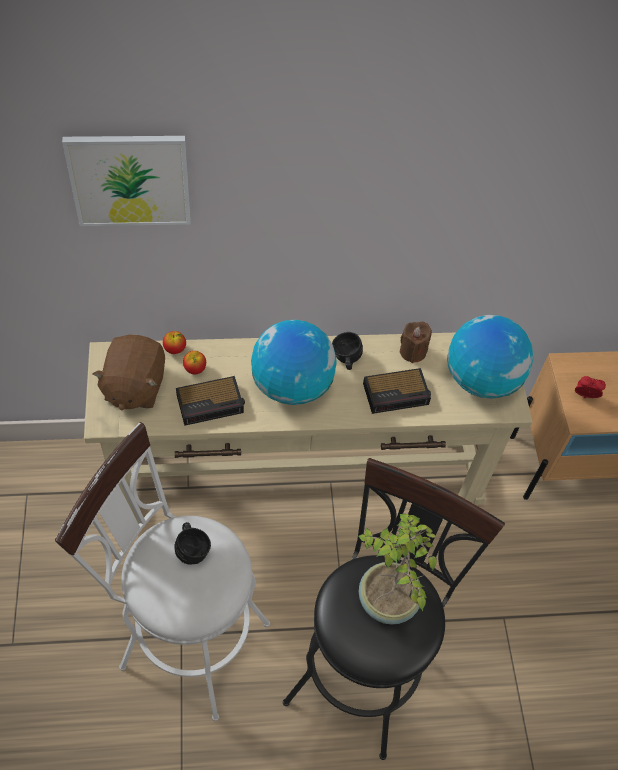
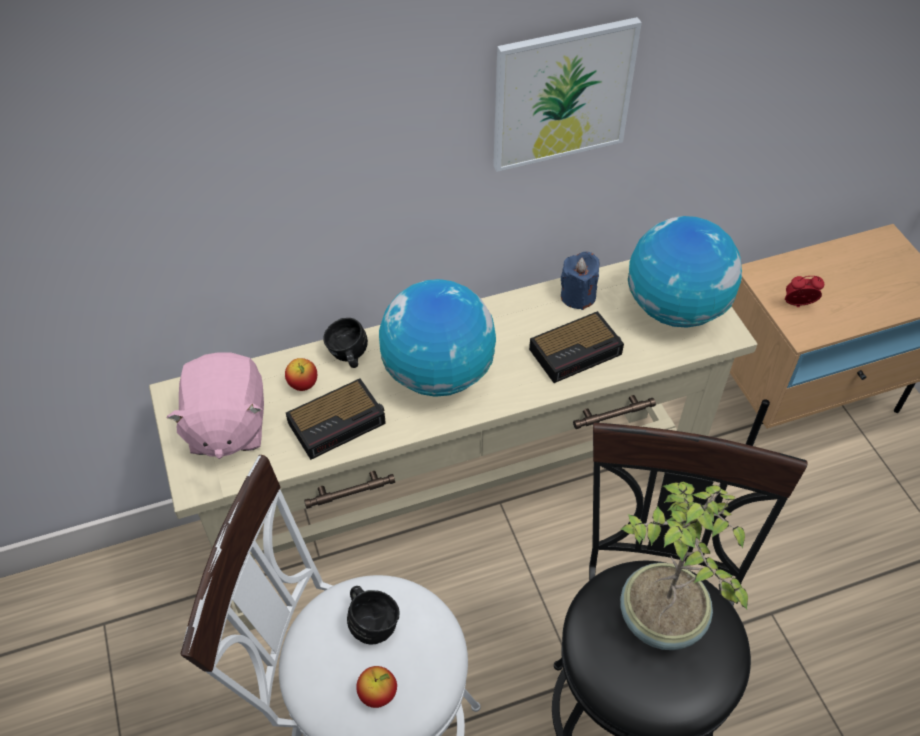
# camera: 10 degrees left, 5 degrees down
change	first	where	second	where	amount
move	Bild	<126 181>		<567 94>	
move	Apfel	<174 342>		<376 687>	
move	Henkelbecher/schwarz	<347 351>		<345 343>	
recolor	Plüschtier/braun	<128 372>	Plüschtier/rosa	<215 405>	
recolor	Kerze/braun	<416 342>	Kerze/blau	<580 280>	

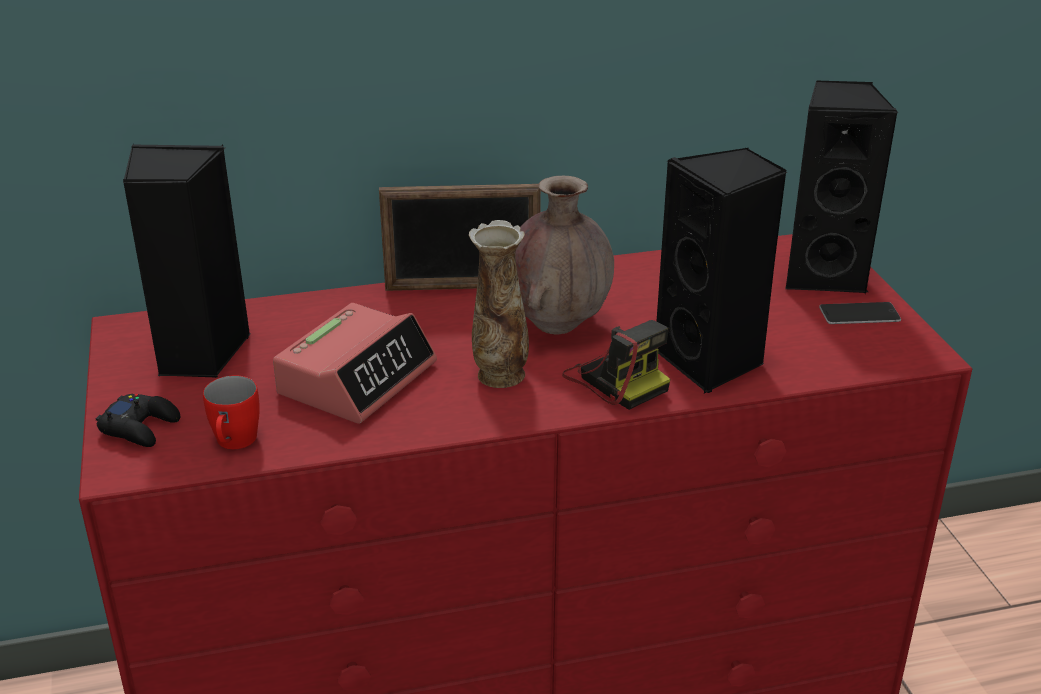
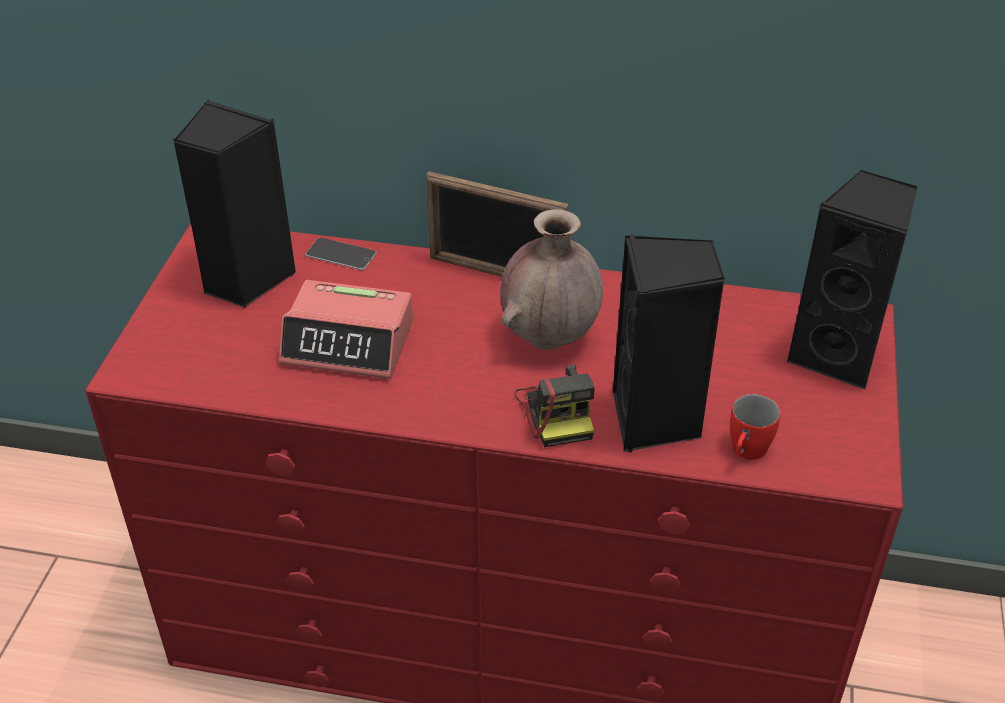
# camera: 25 degrees right, 10 degrees up
change	first	where	second	where	amount
delete	Gamepad/schwarz	<138 420>			
delete	Vase	<499 304>			
move	Henkelbecher/rot	<231 412>		<755 427>	
move	Handy	<860 313>		<340 254>	
rotate	Wecker	<355 363>		<346 329>	45 degrees clockwise

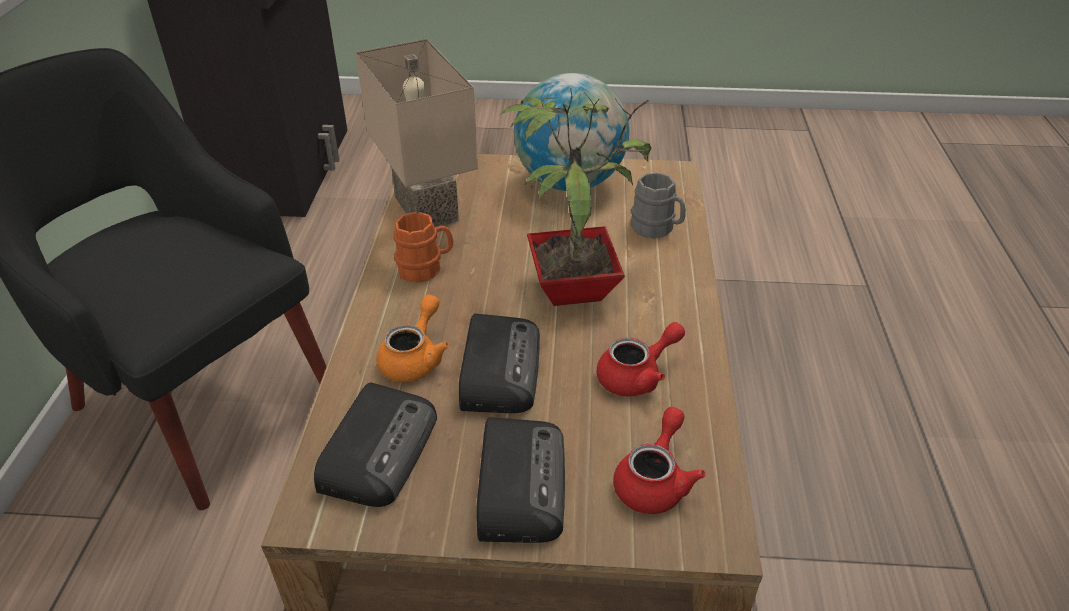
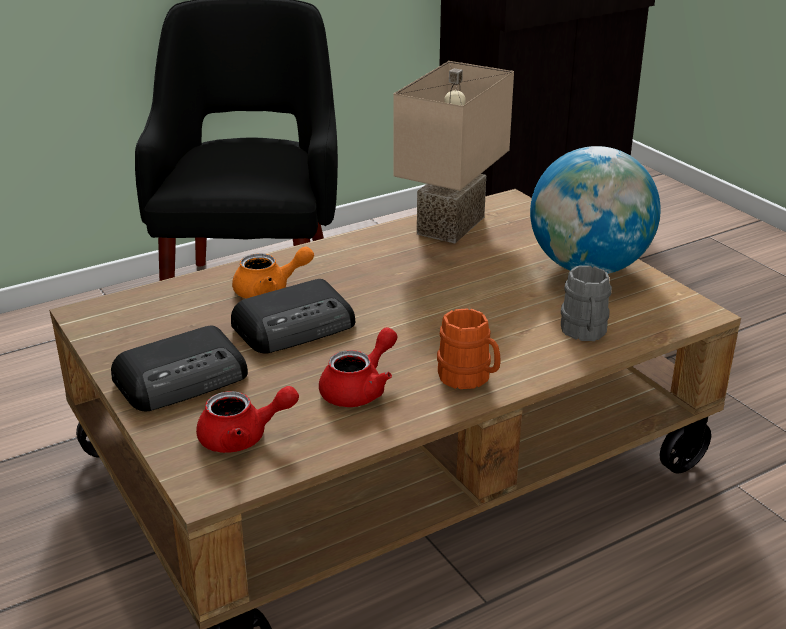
# camera: 55 degrees right, 10 degrees down
change	first	where	second	where	amount
delete	Radio	<375 444>			
delete	Topfpflanze	<575 197>			
move	Henkelbecher/orange	<423 247>		<469 348>	
rotate	Teekanne/rot	<641 359>		<358 367>	75 degrees counterclockwise

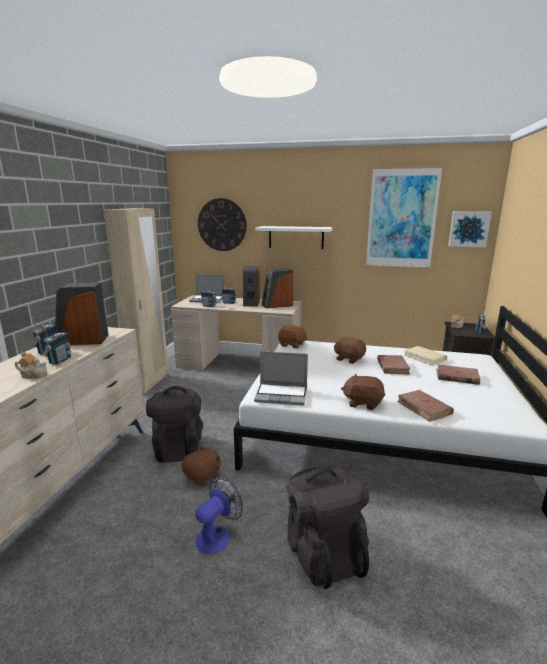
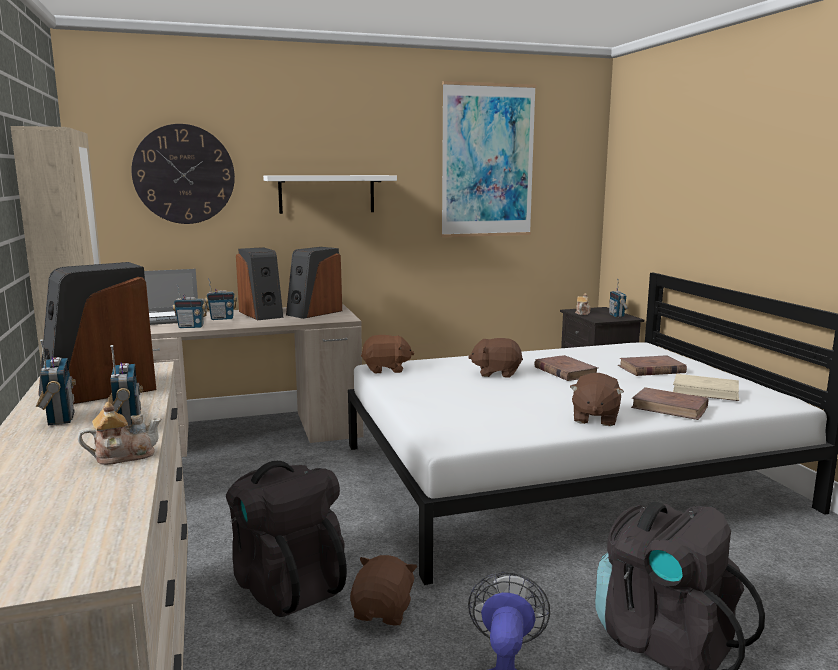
# camera: 30 degrees left, 5 degrees down
change	first	where	second	where	amount
delete	Laptop	<281 378>			
delete	Bild	<470 229>			
move	Buch/beige	<425 356>		<706 387>	
rotate	Plüschtier/braun	<363 392>		<597 399>	60 degrees counterclockwise

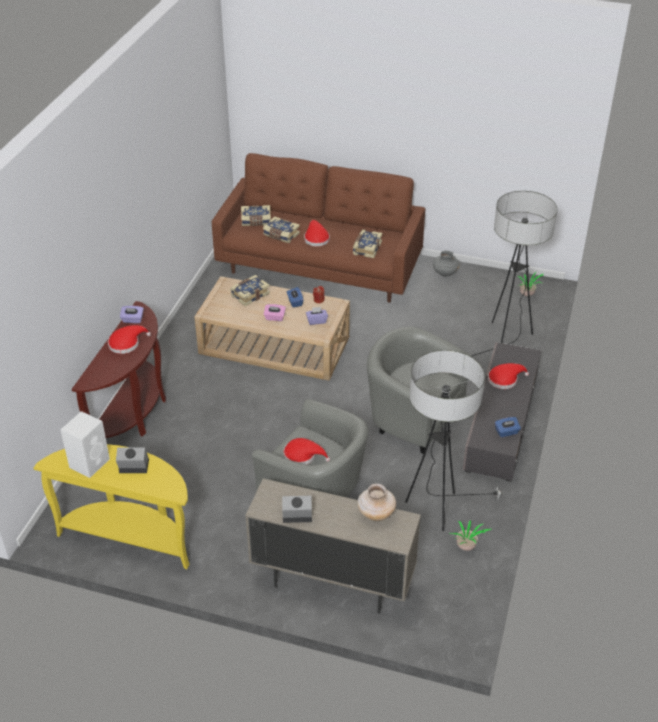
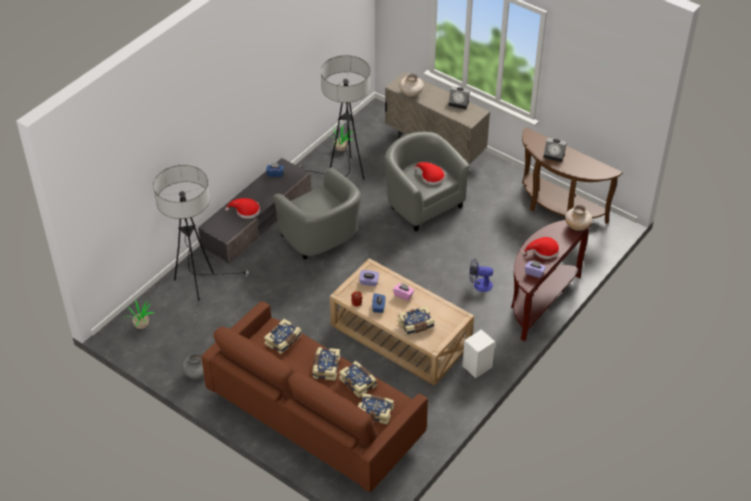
# camera: 160 degrees left, 5 degrees up
change	first	where	second	where	amount
insert			Ventilator	<481 275>	
insert			Vase/beige	<578 218>	
move	Lautsprecher/weiß	<85 444>		<478 353>	
replace	Hut/rot	<317 233>	Buch	<326 364>	
recolor	Konsolentisch/gelb	<112 506>	Konsolentisch/braun	<572 175>	

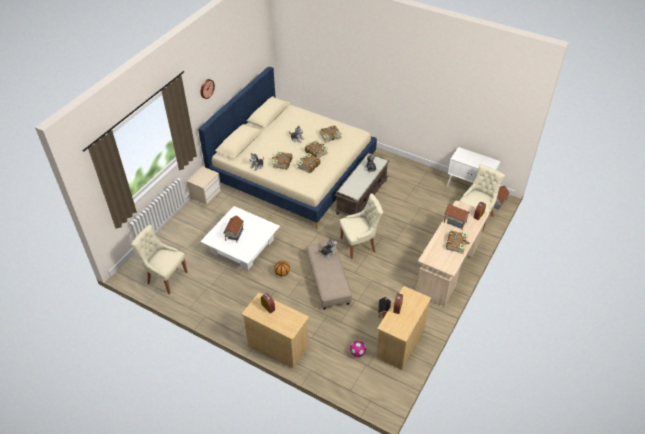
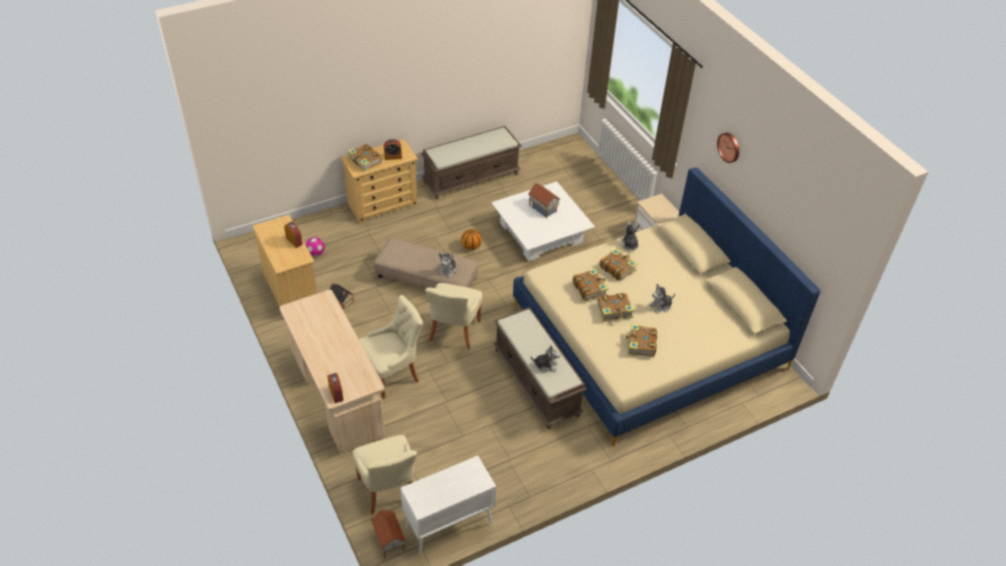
# camera: 120 degrees right, 0 degrees up
change	first	where	second	where	amount
delete	Spielzeughaus	<457 216>			
insert			Bank/braun	<471 162>	
move	Stuhl/beige	<159 259>		<391 347>	
move	Buch	<458 242>		<365 158>	

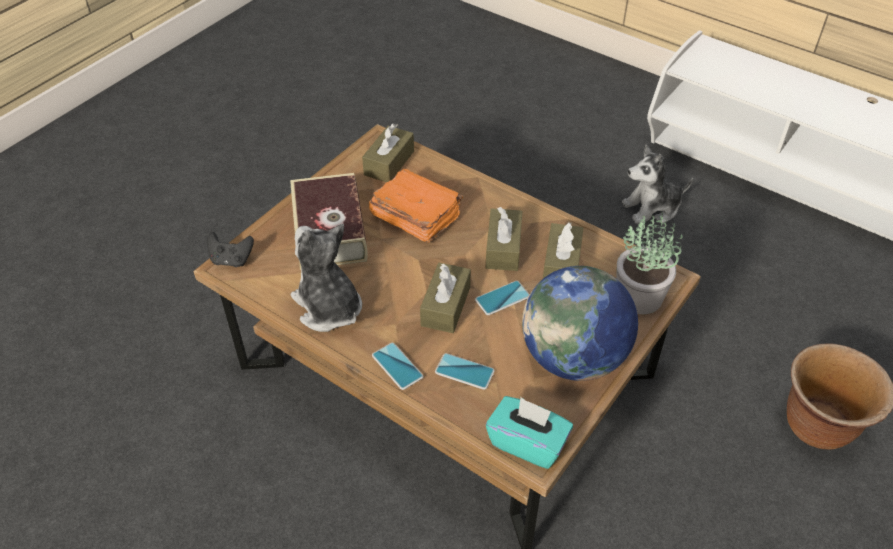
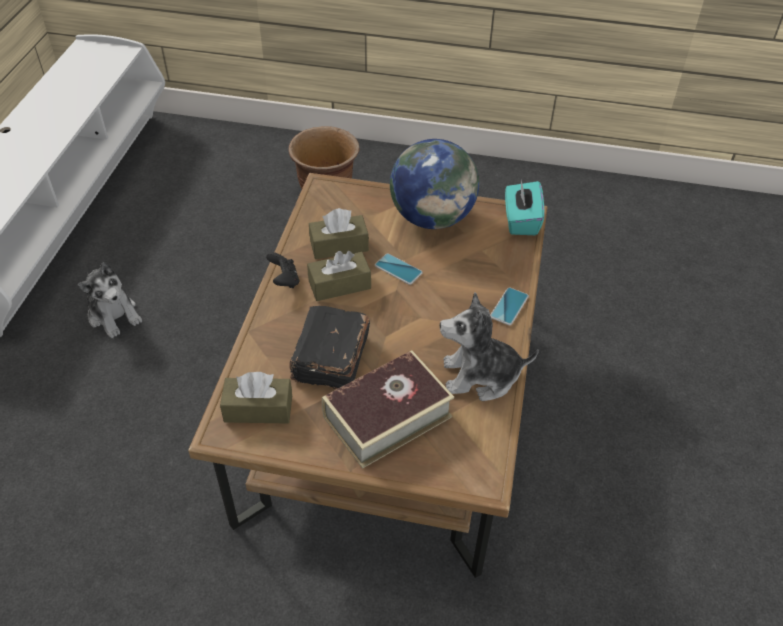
# camera: 115 degrees left, 0 degrees up
change	first	where	second	where	amount
delete	Taschentuchbox/braun	<445 298>			
delete	Handy	<465 371>			
delete	Topfpflanze	<649 263>			
move	Gamepad/schwarz	<230 249>		<282 270>	
recolor	Buch/orange	<416 205>	Buch/schwarz	<329 347>	
rotate	Plüschtier	<326 277>		<489 346>	60 degrees clockwise

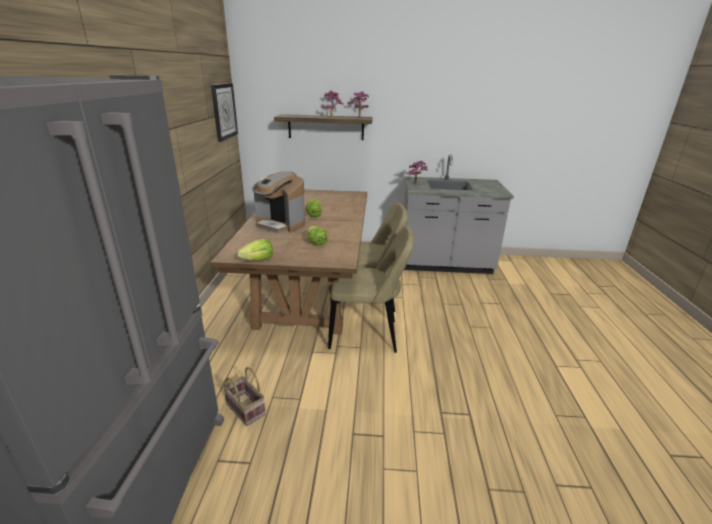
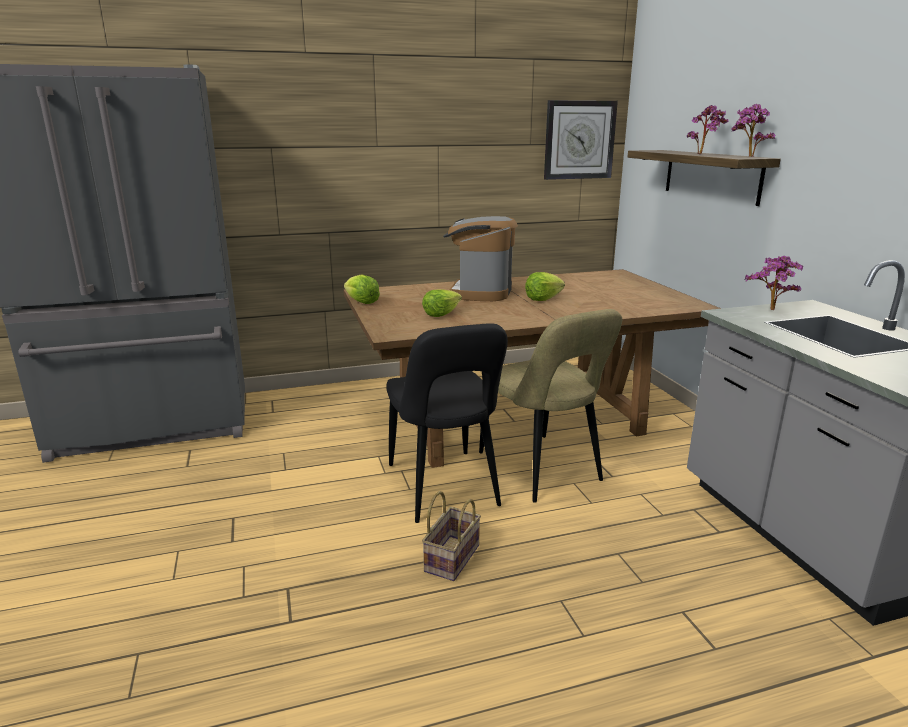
# camera: 70 degrees right, 5 degrees down
change	first	where	second	where	amount
move	Korb	<244 396>		<451 536>	
recolor	Stuhl/beige	<371 289>	Stuhl/schwarz	<447 423>	

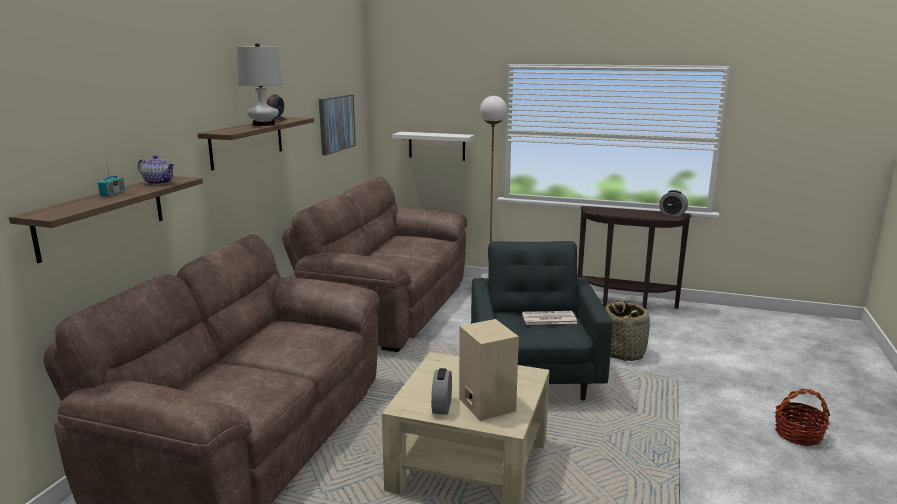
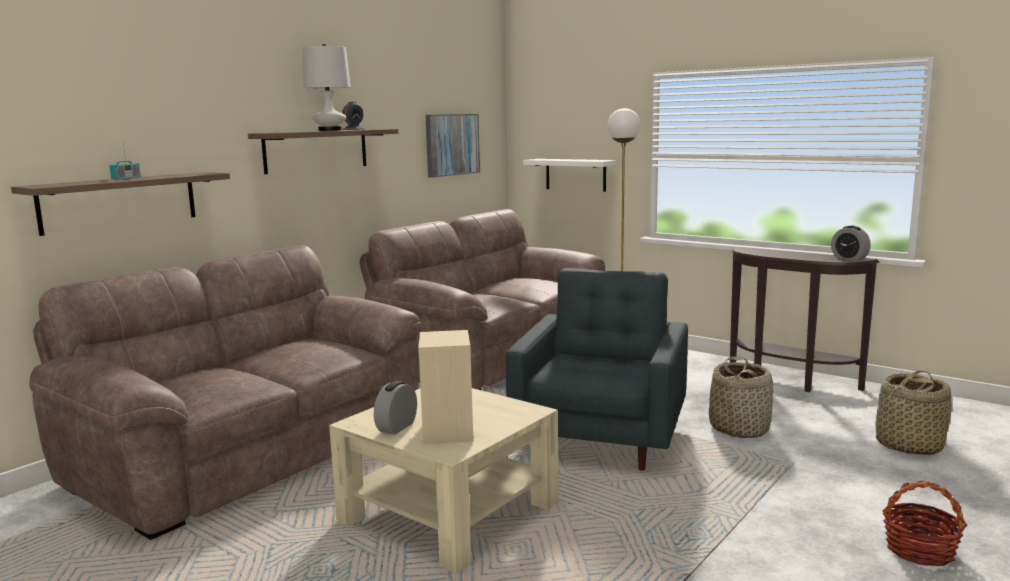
# camera: 20 degrees right, 5 degrees down
change	first	where	second	where	amount
delete	Teekanne	<156 170>			
delete	Zeitung	<549 318>			
insert			Korb	<914 412>	

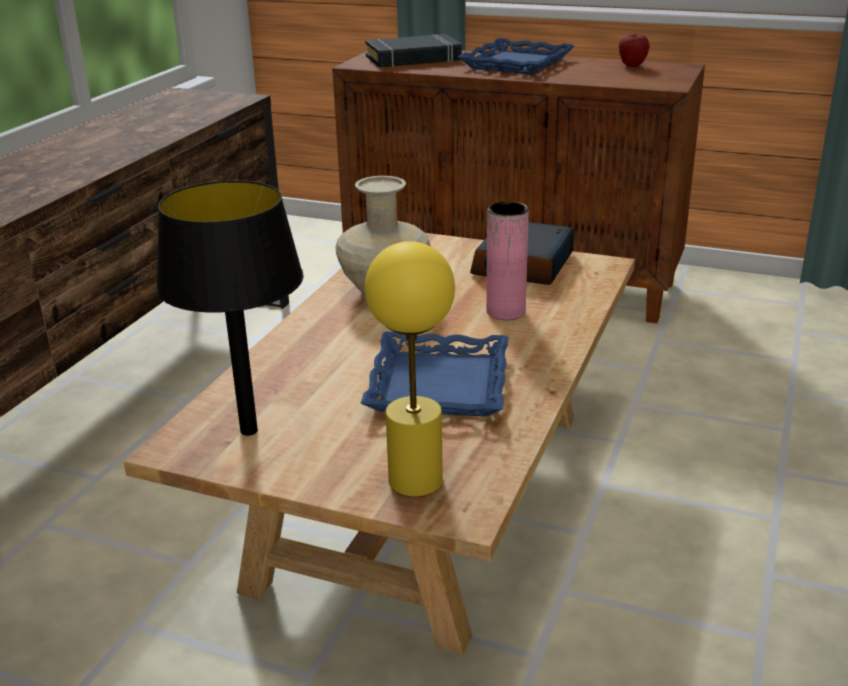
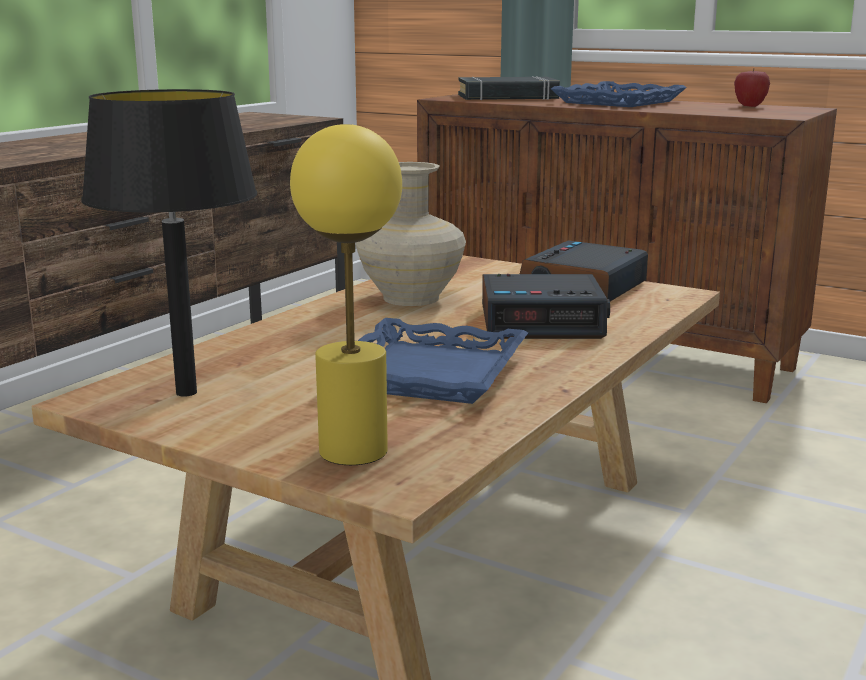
# camera: 10 degrees right, 10 degrees down
change	first	where	second	where	amount
replace	Vase/rosa	<507 260>	Wecker	<546 306>	

